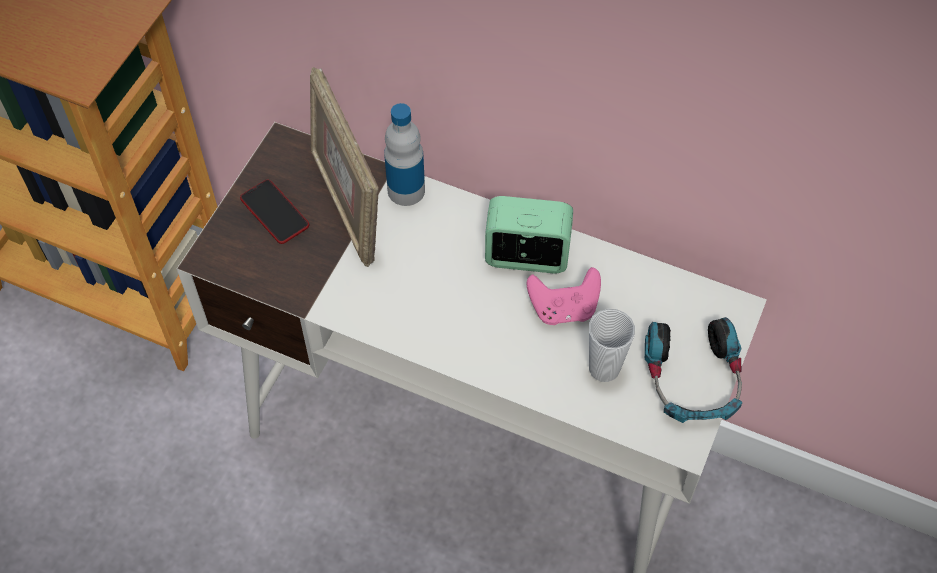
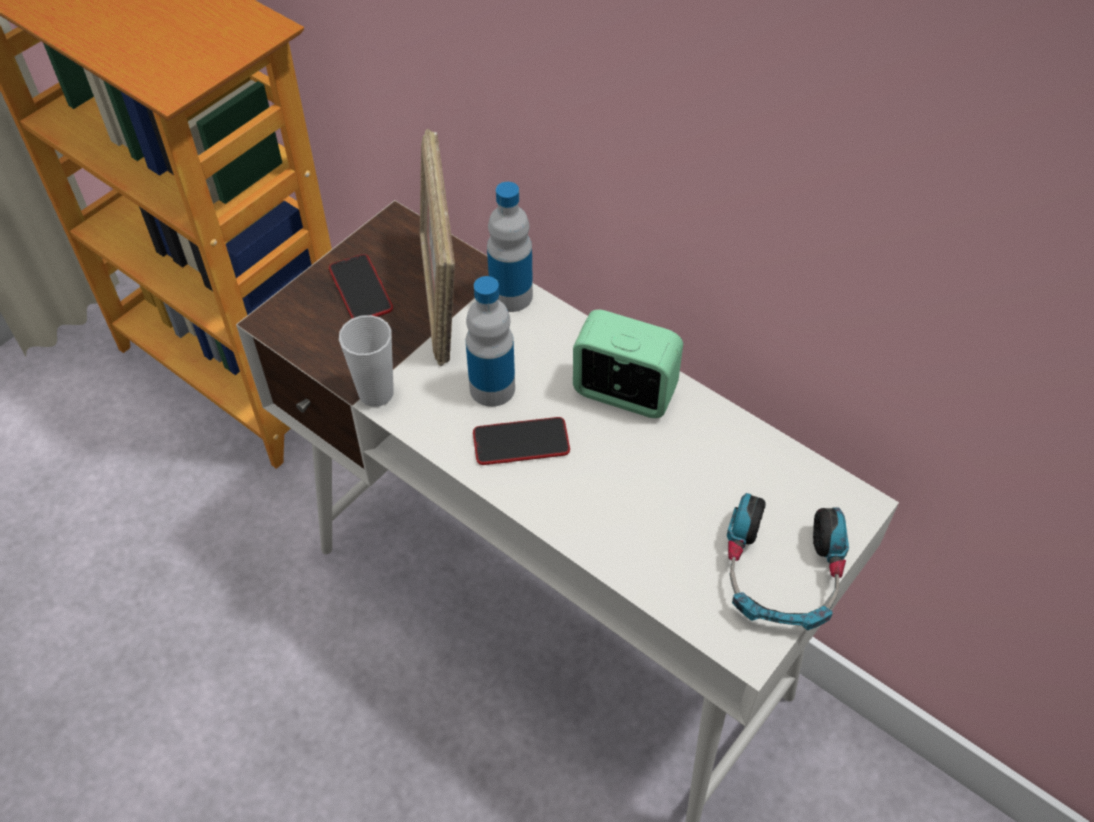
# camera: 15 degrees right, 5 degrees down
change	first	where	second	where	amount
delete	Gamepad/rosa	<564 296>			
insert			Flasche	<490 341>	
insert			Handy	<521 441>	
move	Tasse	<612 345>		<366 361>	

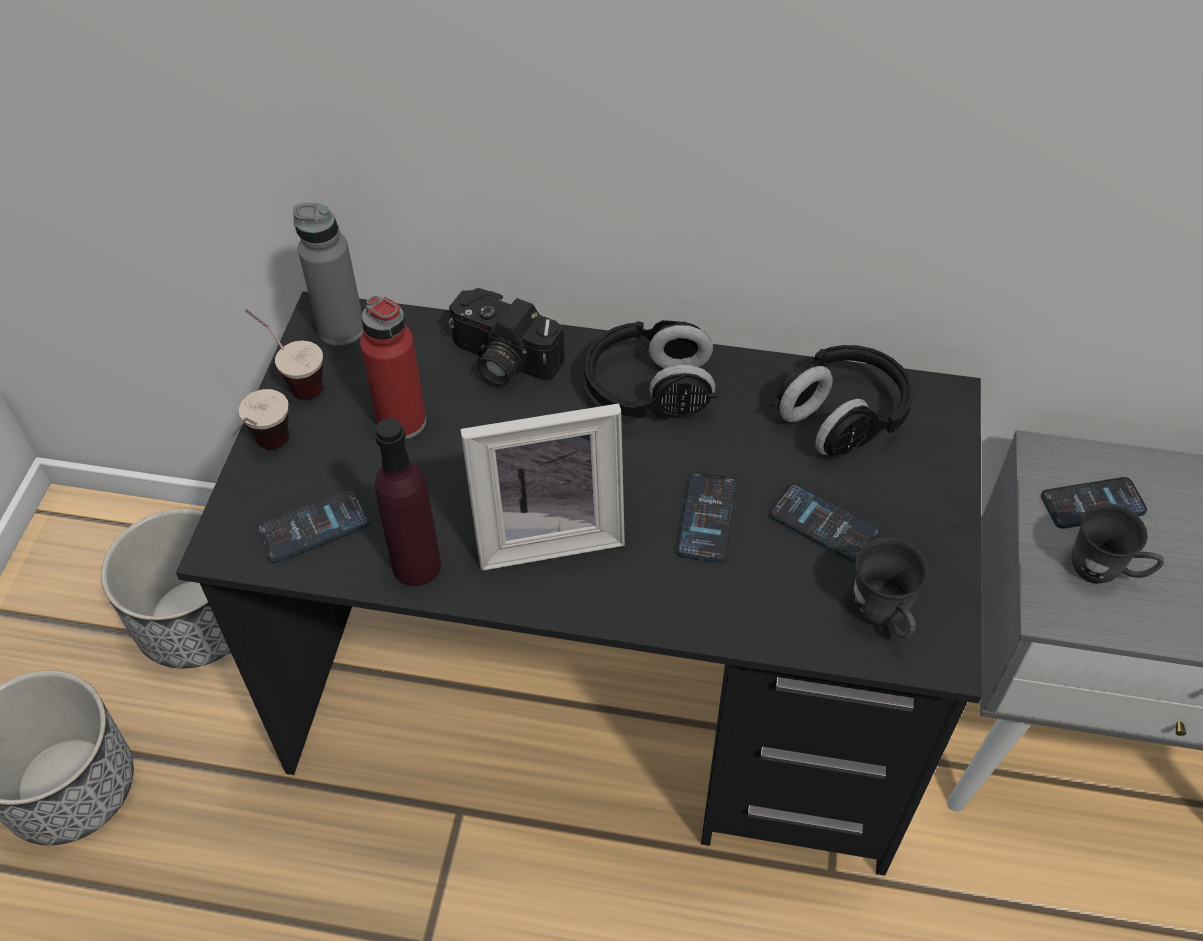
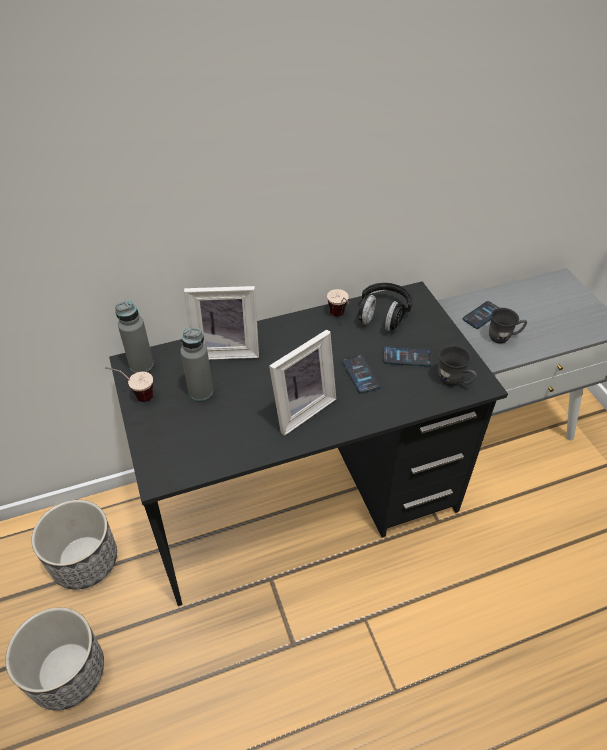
# camera: 30 degrees left, 5 degrees down
change	first	where	second	where	amount
delete	Handy	<313 526>			
delete	Flasche/lila	<408 502>			
delete	Kopfhörer/schwarz	<651 369>			
move	Tasse	<260 419>		<338 302>	
replace	Kamera	<506 337>	Bilderrahmen	<221 323>	
recolor	Flasche/rot	<393 367>	Flasche/grau	<196 364>	

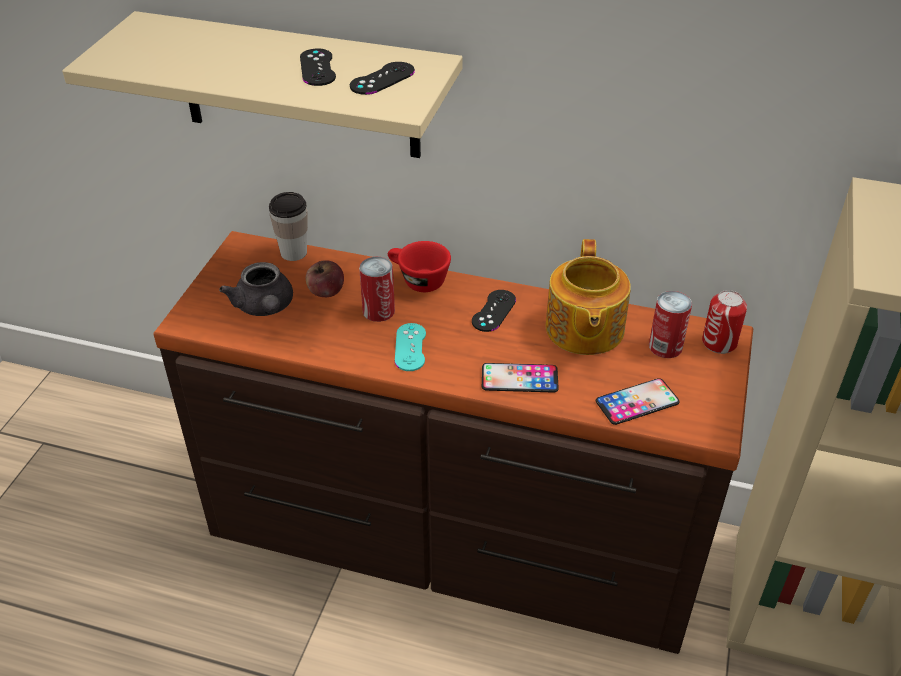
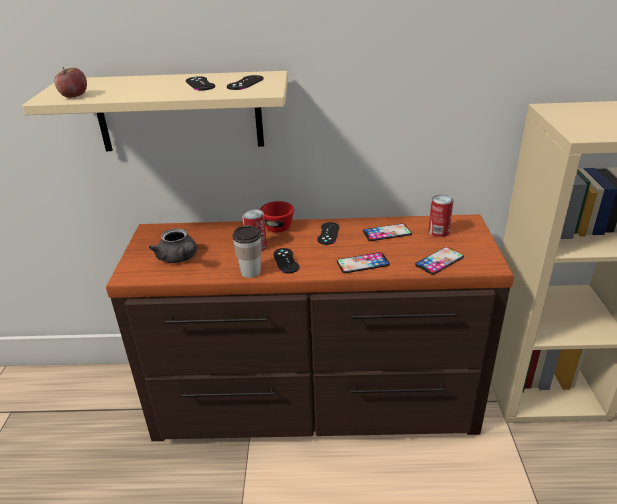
# camera: 15 degrees left, 10 degrees down
change	first	where	second	where	amount
delete	Dose	<724 322>			
move	Tasse	<288 226>		<247 251>	
move	Apfel	<325 278>		<70 82>	
replace	Teekanne	<588 297>	Handy	<387 232>	
recolor	Gamepad/türkis	<410 347>	Gamepad/schwarz	<286 260>	

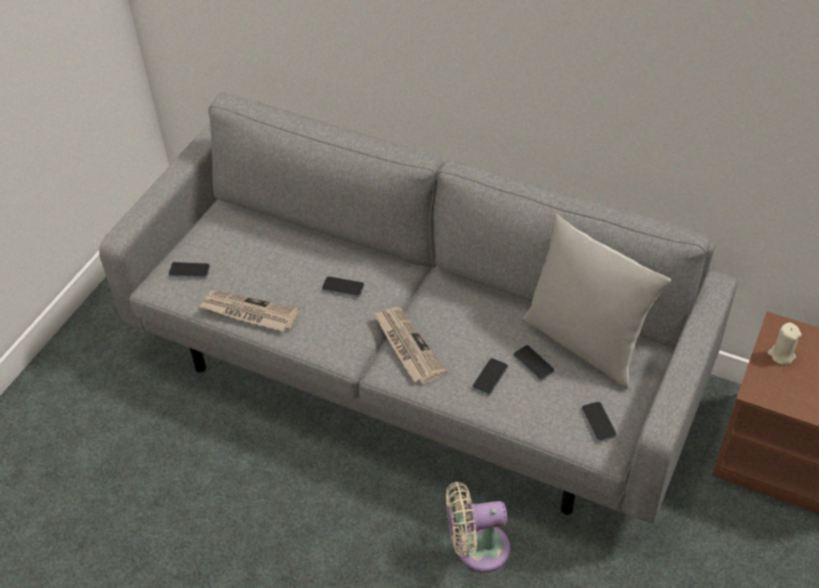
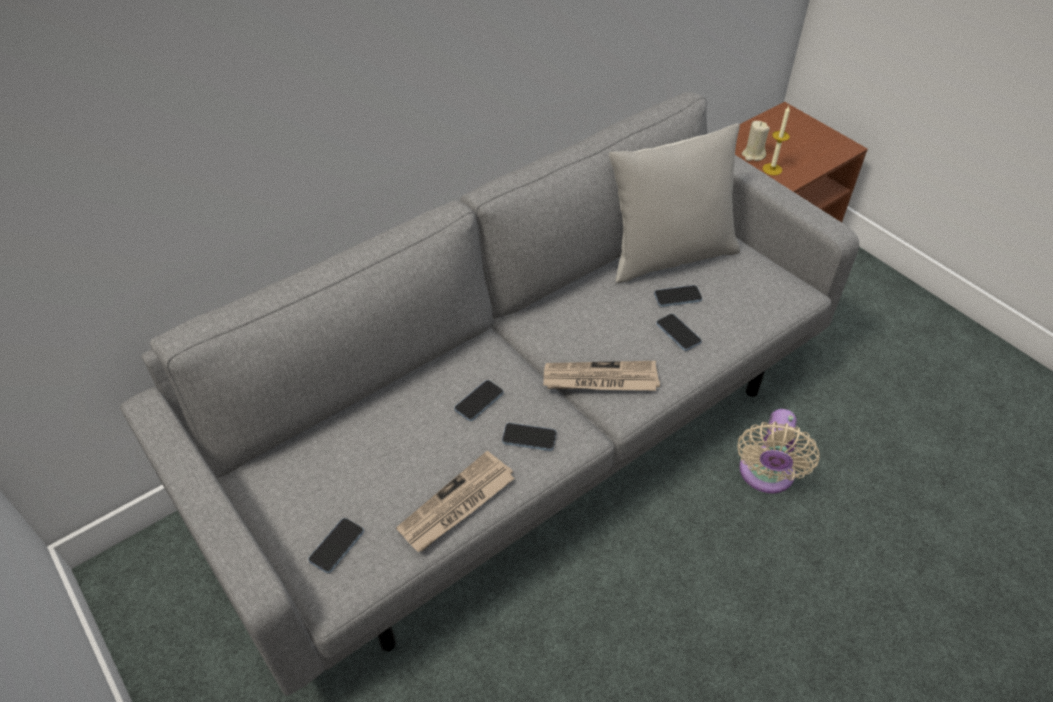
# camera: 65 degrees left, 0 degrees up
change	first	where	second	where	amount
insert			Kerze	<776 140>	
move	Handy	<599 421>		<529 437>	

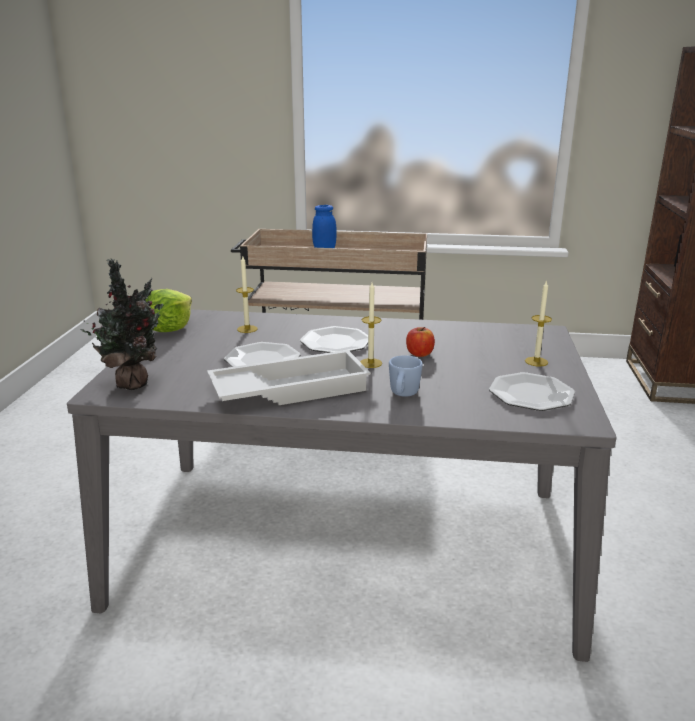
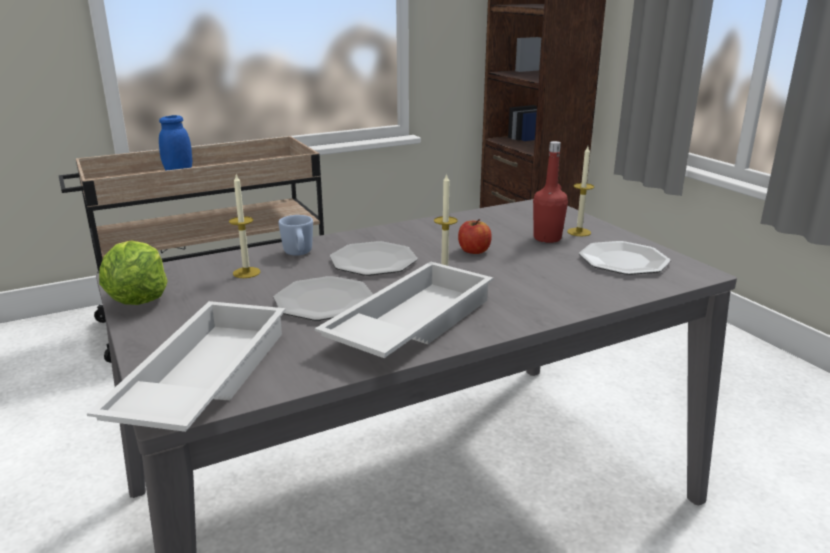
# camera: 35 degrees left, 0 degrees up
change	first	where	second	where	amount
insert			Flasche/rot	<550 192>	
move	Henkelbecher/blau	<406 376>		<295 235>	
replace	Topfpflanze	<122 324>	Tablett/weiß	<186 366>	

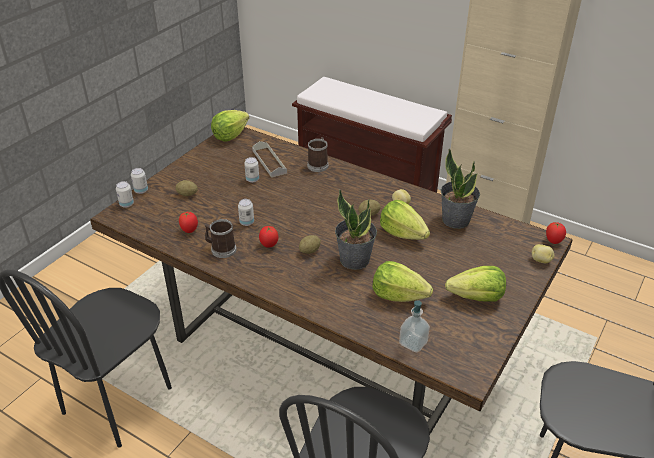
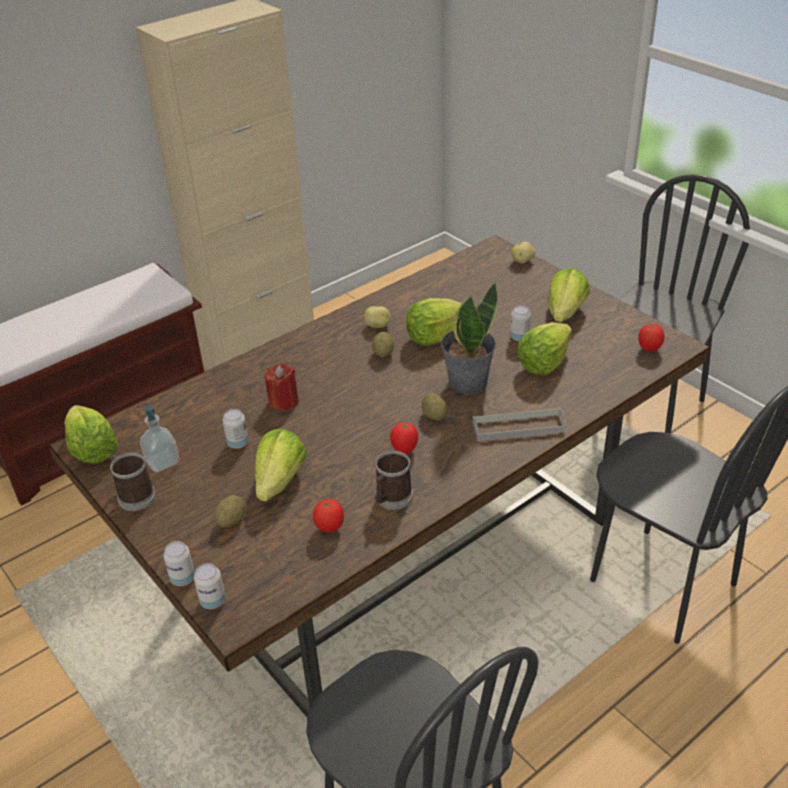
# camera: 70 degrees left, 0 degrees up
change	first	where	second	where	amount
delete	Topfpflanze	<460 189>			
insert			Salatkopf	<281 465>	
insert			Kerze/rot	<282 387>	
move	Dose	<246 212>		<520 323>	
move	Tablett/grau	<269 159>		<519 424>	
move	Henkelbecher	<318 154>		<132 482>	
move	Seifenspender	<414 326>		<159 438>	
move	Tomate	<556 233>		<651 338>	

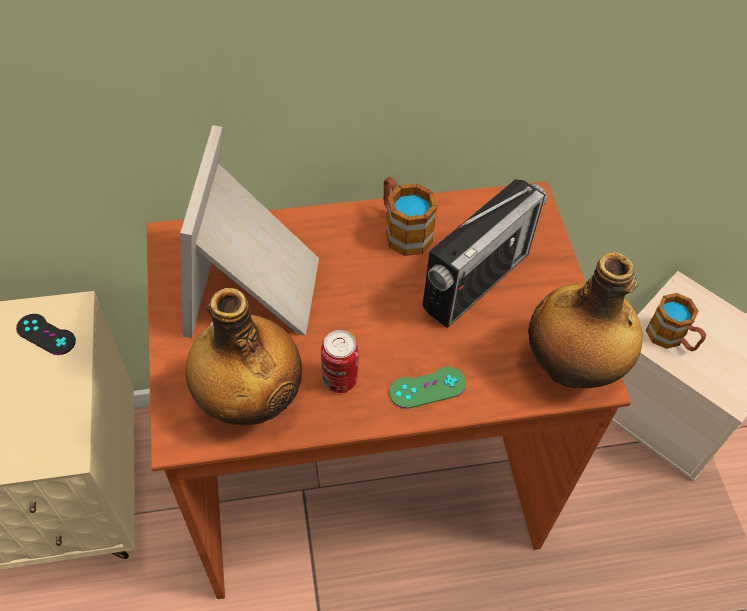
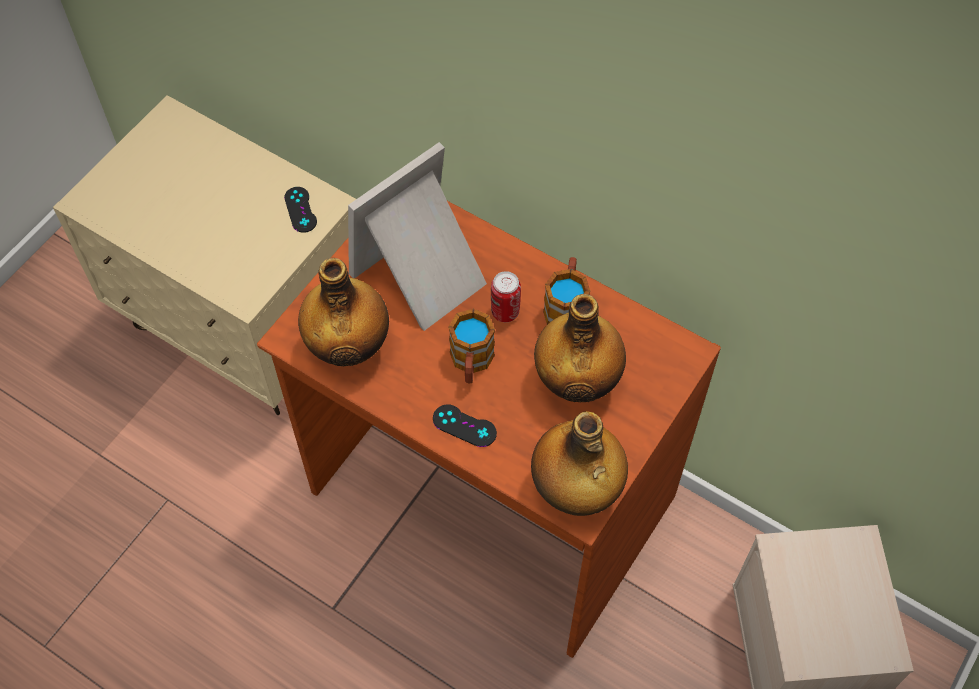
# camera: 45 degrees right, 5 degrees up
change	first	where	second	where	amount
move	Dose	<340 361>		<506 296>	
move	Henkelbecher	<676 322>		<471 345>	
replace	Radio	<484 253>	Flasche	<580 348>	
recolor	Gamepad/grün	<427 388>	Gamepad/schwarz	<465 425>	

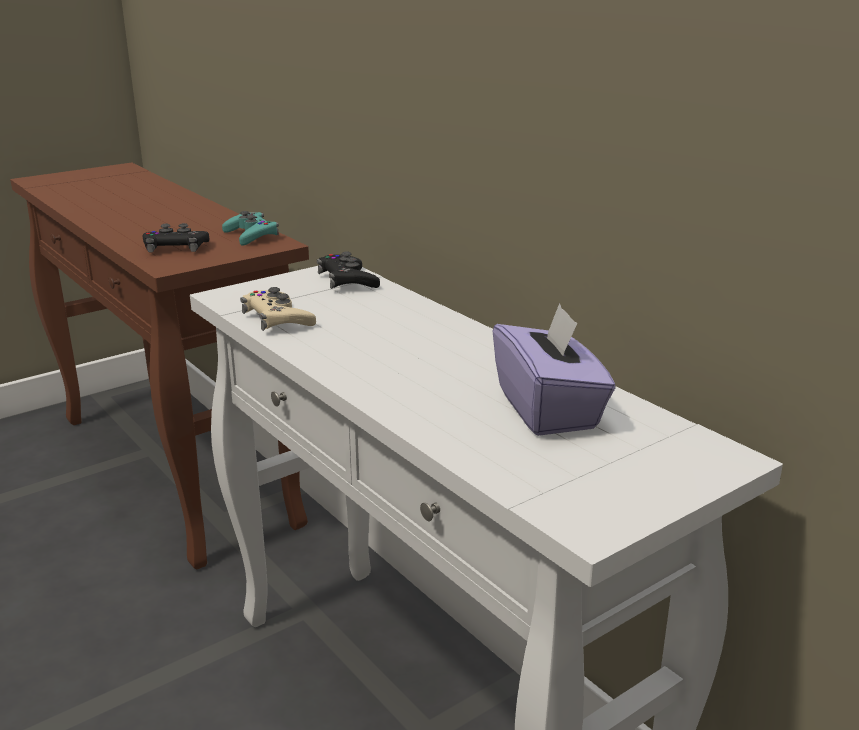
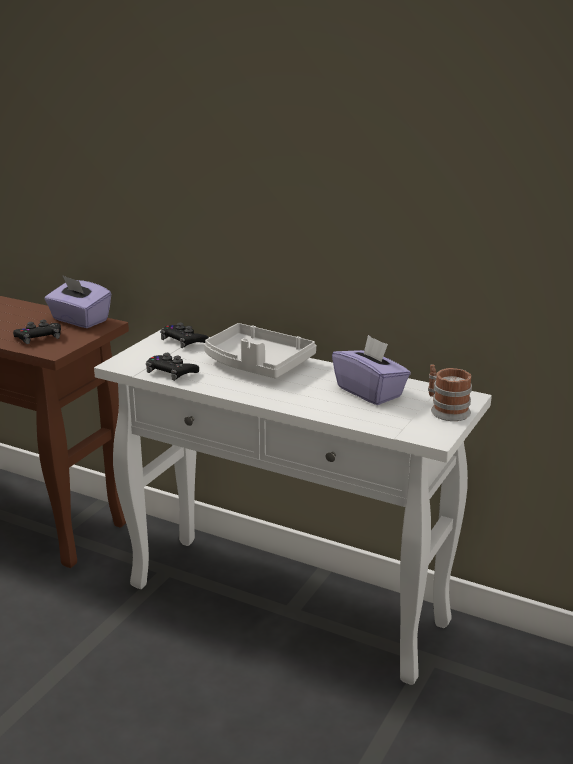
# camera: 25 degrees left, 0 degrees up
change	first	where	second	where	amount
insert			Tablett/grau	<260 351>	
insert			Henkelbecher	<450 393>	
replace	Gamepad/türkis	<250 228>	Taschentuchbox/lila	<78 301>	
recolor	Gamepad/beige	<278 309>	Gamepad/schwarz	<172 367>	

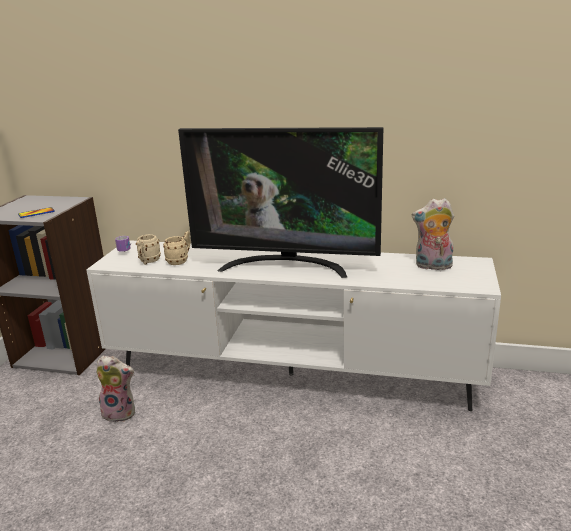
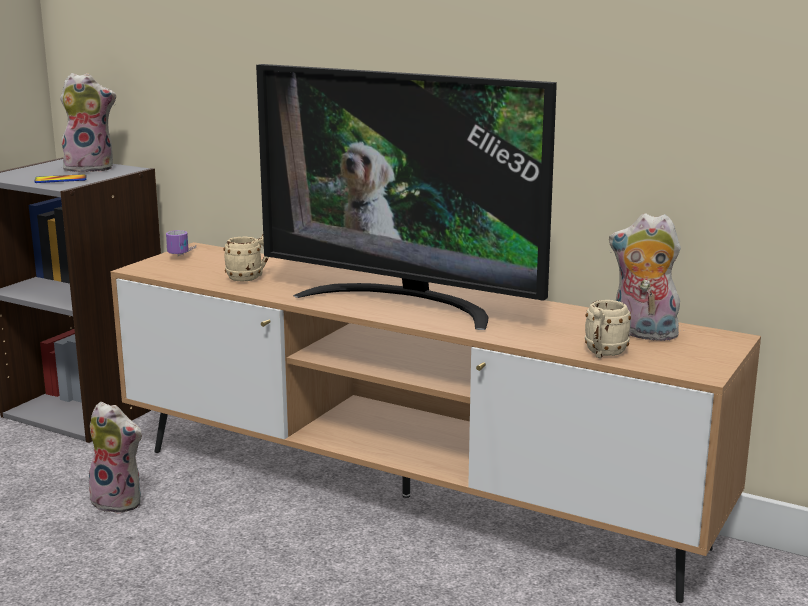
# camera: 15 degrees right, 5 degrees down
change	first	where	second	where	amount
insert			Plüschtier	<88 122>	
move	Henkelbecher/beige	<148 249>		<608 329>	
recolor	Fernsehschrank/weiß	<293 325>	Fernsehschrank/braun	<435 422>	

